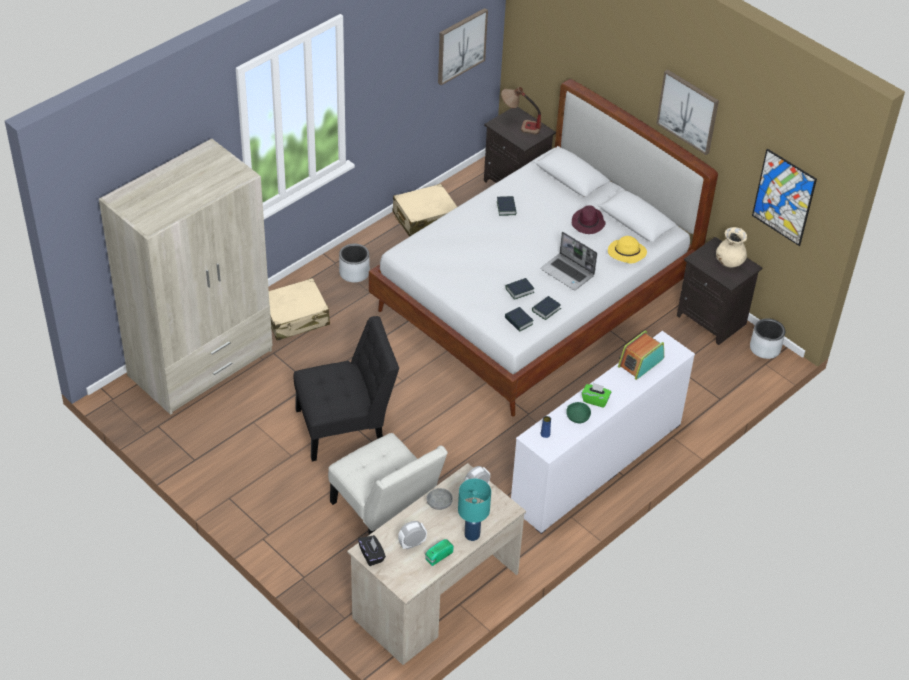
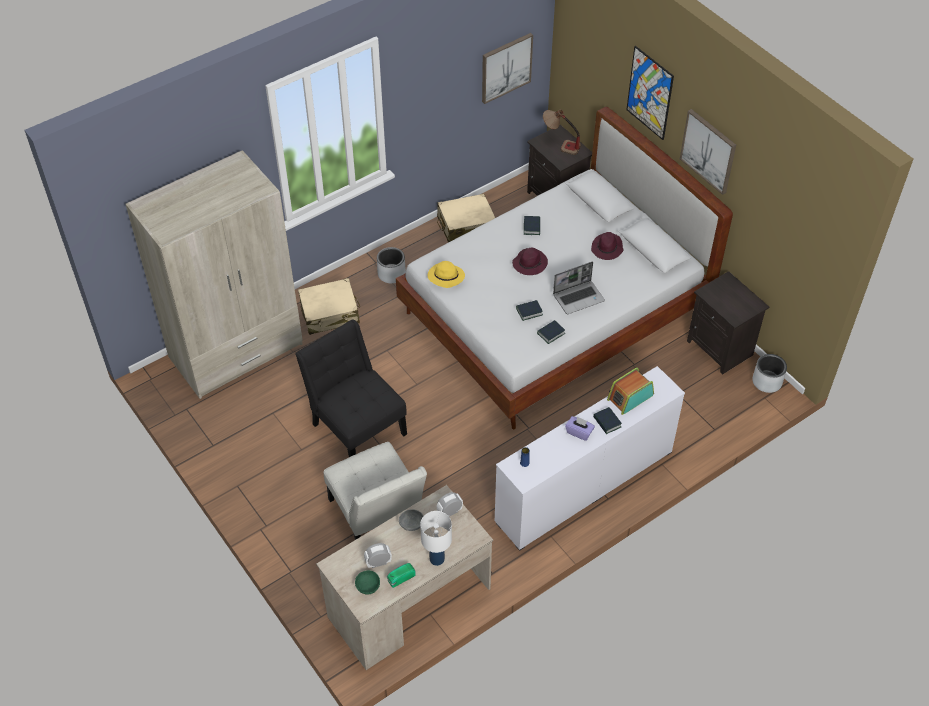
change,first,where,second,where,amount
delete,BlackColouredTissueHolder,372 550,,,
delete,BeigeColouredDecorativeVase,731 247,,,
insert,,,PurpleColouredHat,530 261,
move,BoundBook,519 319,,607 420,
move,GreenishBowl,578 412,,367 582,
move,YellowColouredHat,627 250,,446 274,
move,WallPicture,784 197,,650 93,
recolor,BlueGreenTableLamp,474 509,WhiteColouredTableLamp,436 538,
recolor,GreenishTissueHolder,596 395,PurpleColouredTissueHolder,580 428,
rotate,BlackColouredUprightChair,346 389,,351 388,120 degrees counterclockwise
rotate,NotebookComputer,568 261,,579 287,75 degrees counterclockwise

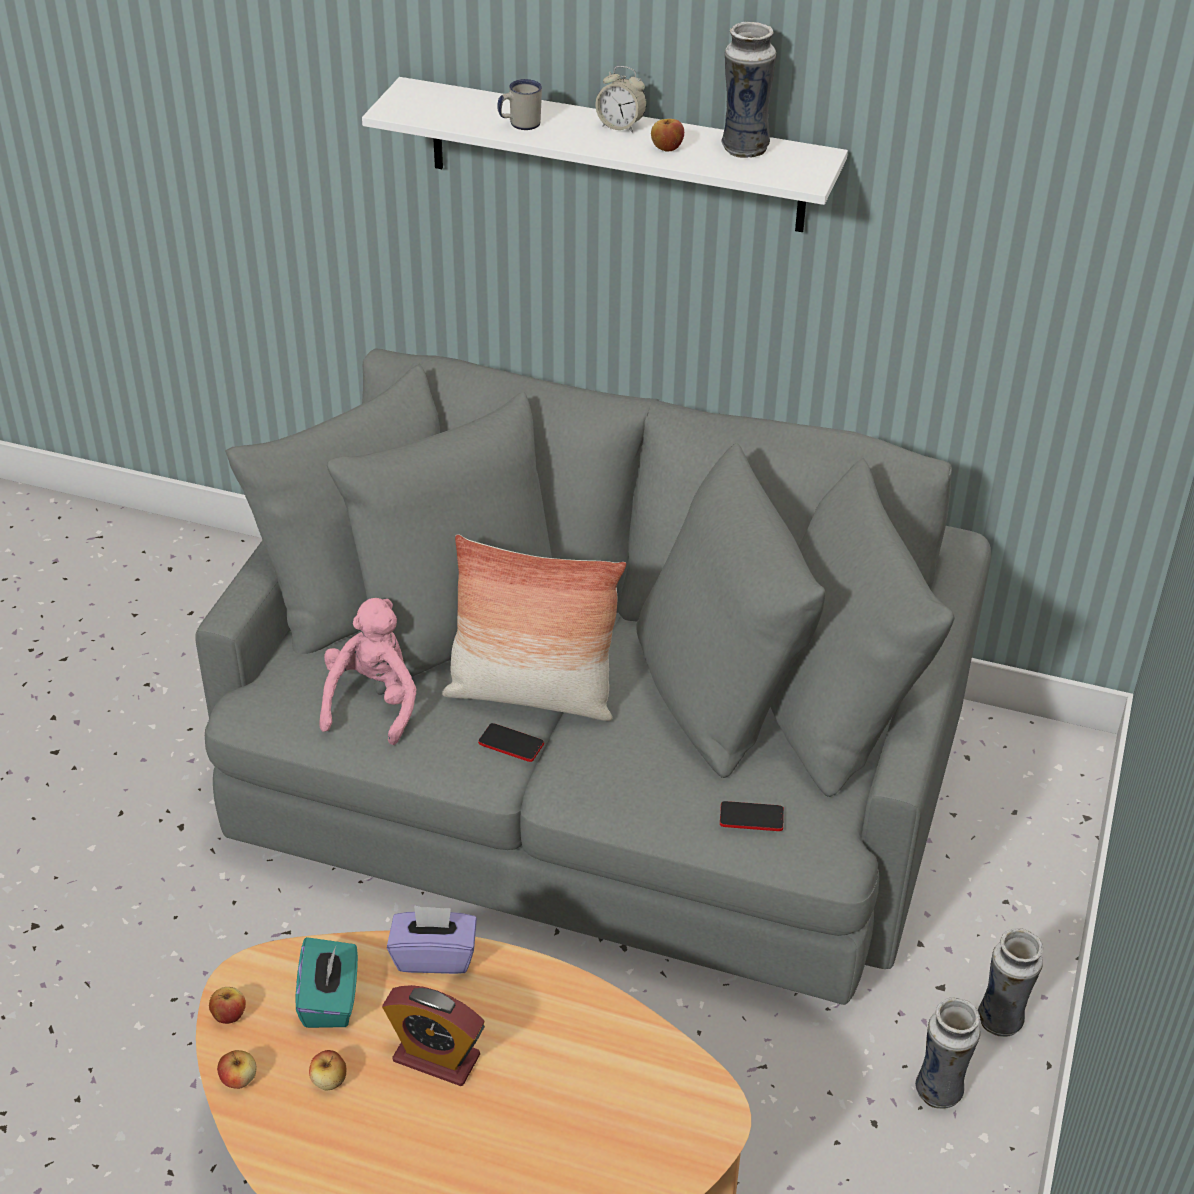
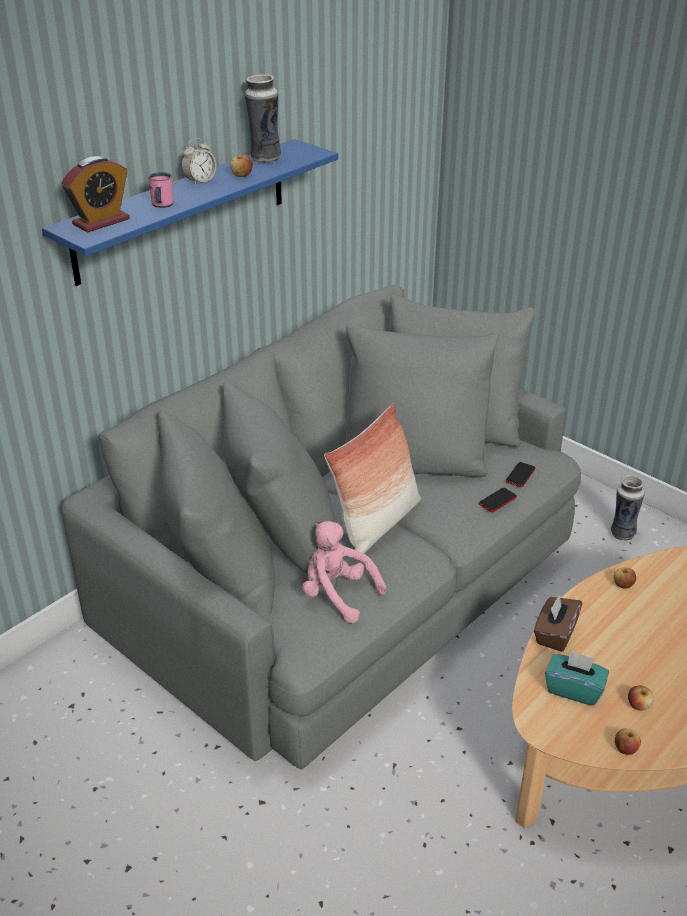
change,first,where,second,where,amount
delete,DecorativeVase,1010 982,,,
move,AppleFruit,227 1005,,624 578,
move,AlarmClock,433 1035,,96 194,
move,Phone,511 742,,498 500,
recolor,WhiteColouredBracketShelf,605 154,BlueBracketShelf,190 212,
recolor,PurpleColouredTissueHolder,432 939,BrownTissueHolder,558 623,
recolor,WhiteColouredCoffeeMug,519 104,PinkColouredCoffeeMug,160 190,

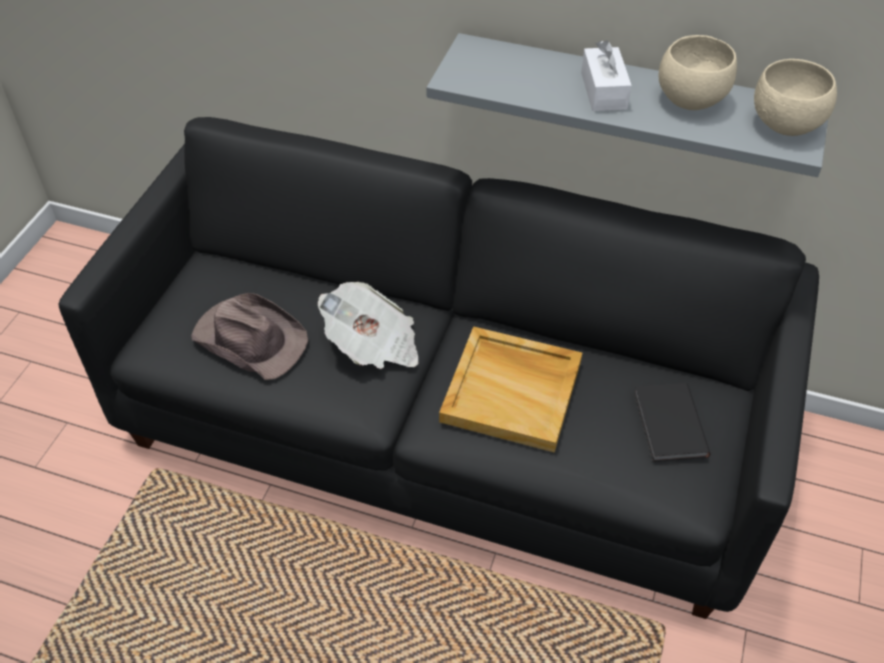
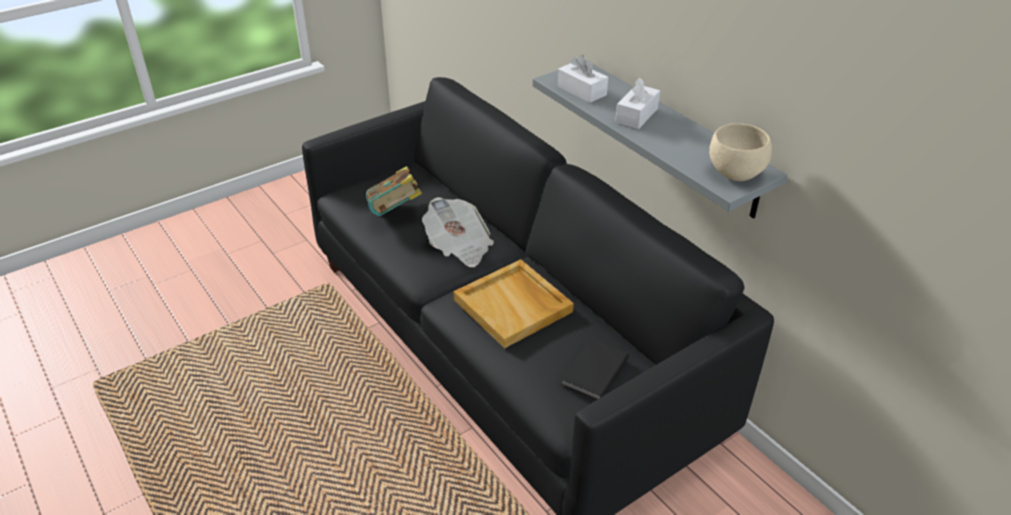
change,first,where,second,where,amount
delete,BeigeColouredBowl,698 72,,,
insert,,,WhiteColouredTissueHolder,583 79,
replace,BrownHat,249 336,BoundBook,394 191,

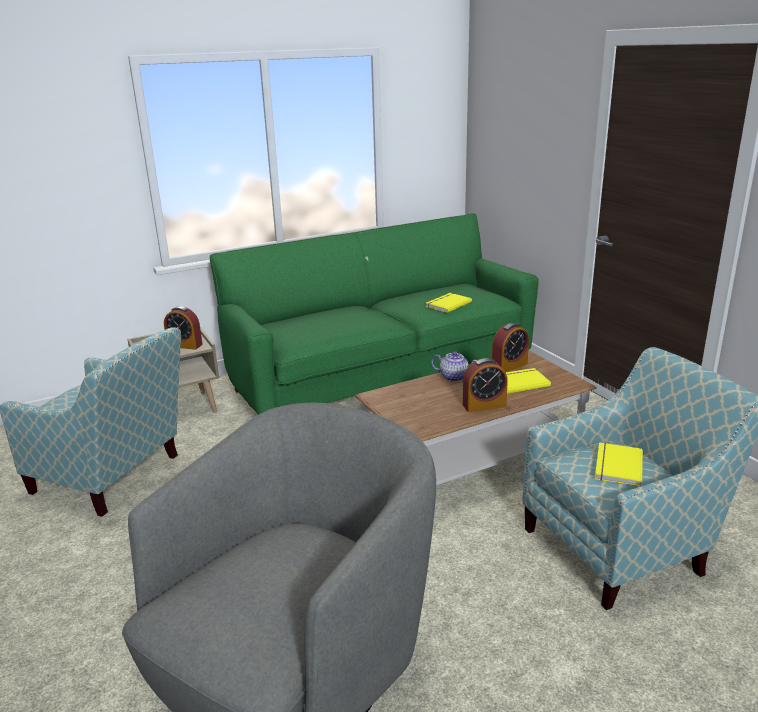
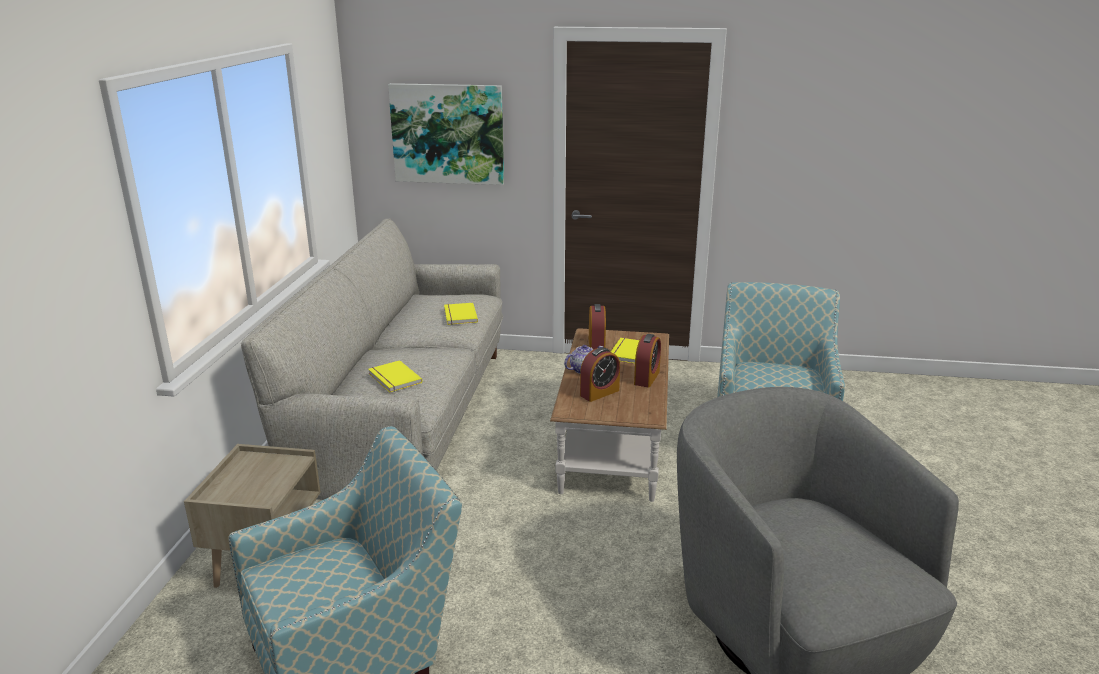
change,first,where,second,where,amount
insert,,,WallPicture,446 134,
move,AlarmClock,183 328,,600 374,
move,YellowColouredBoundBook,619 464,,395 376,
recolor,GreenishSofa,374 314,GraySofa,372 359,

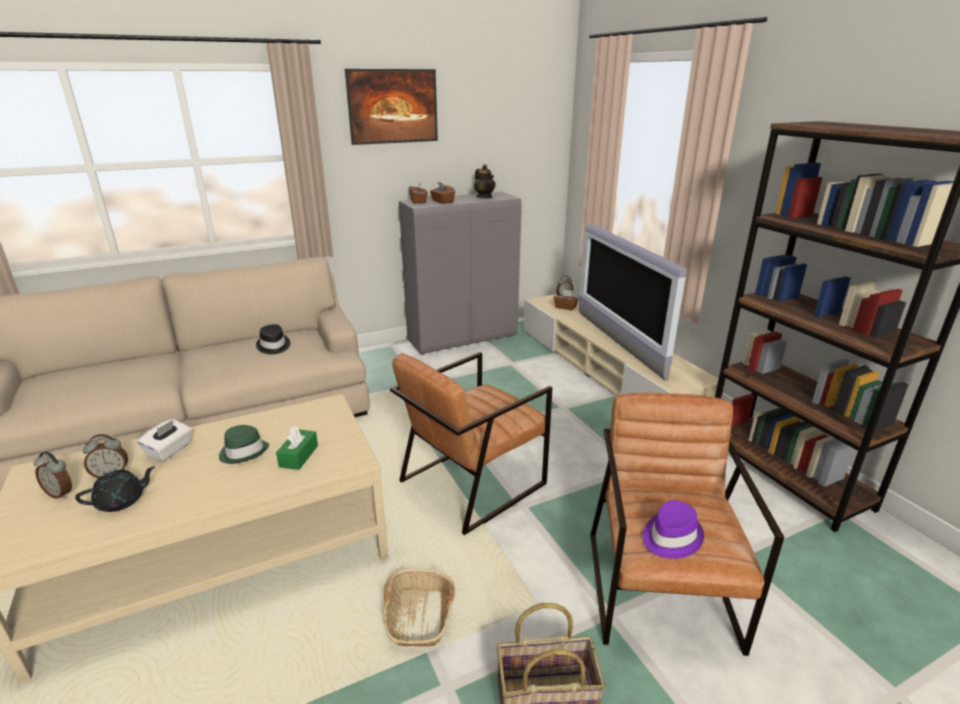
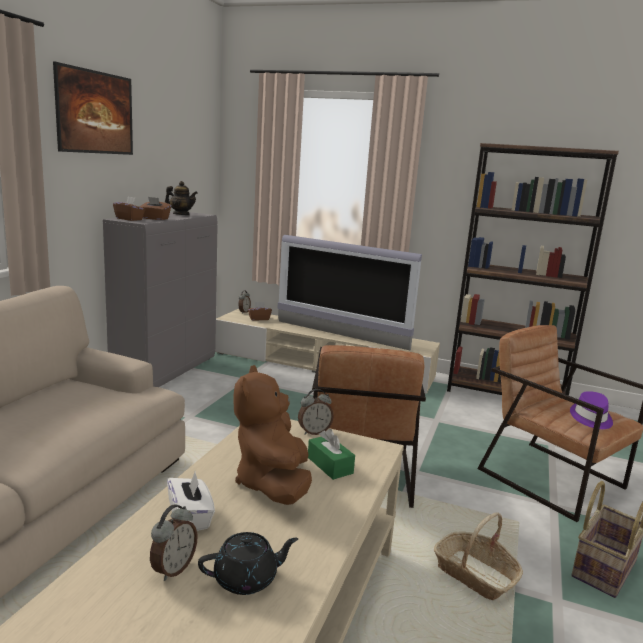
change,first,where,second,where,amount
delete,BlackColouredHat,273 339,,,
move,AlarmClock,53 475,,316 412,
replace,GreenishHat,244 444,BrownPlushToy,272 435,
rotate,BlackColouredPotForTea,115 489,,248 563,60 degrees clockwise

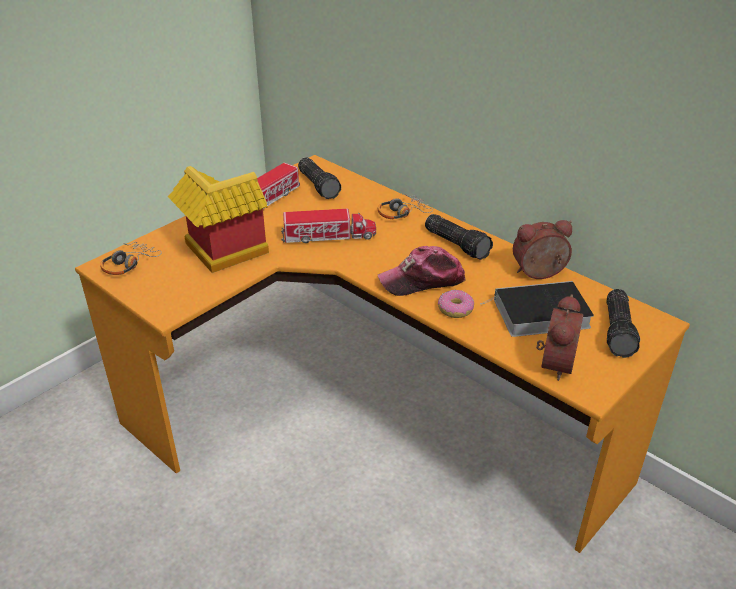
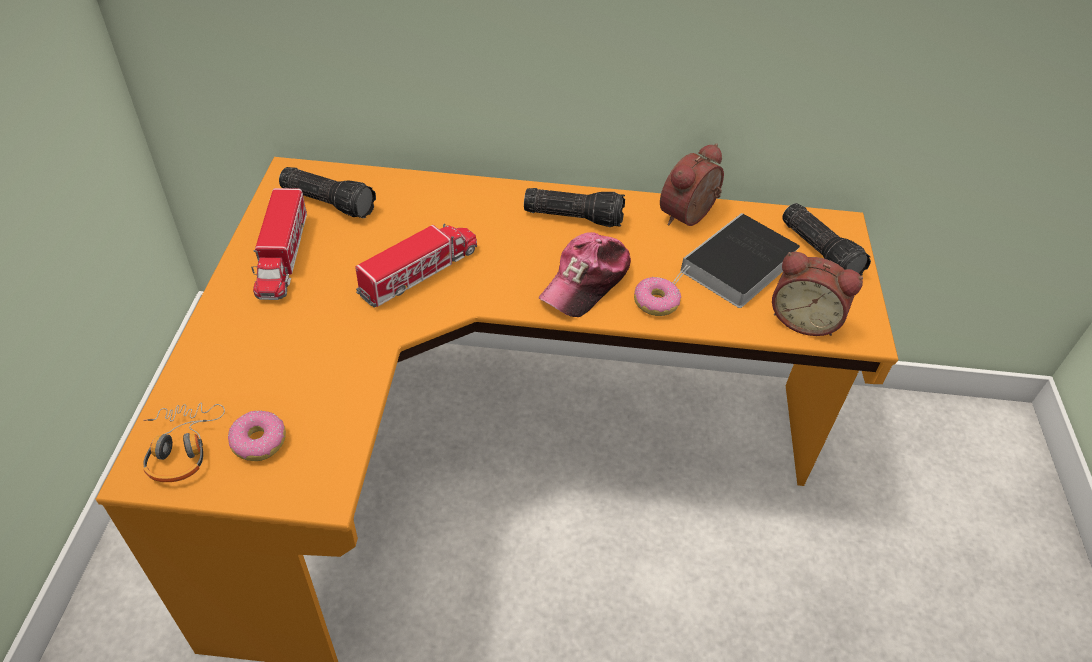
change,first,where,second,where,amount
delete,ModelHouse,218 219,,,
delete,Headphones,405 206,,,
insert,,,RingDoughnut,257 436,
rotate,AlarmClock,559 338,,817 294,135 degrees clockwise

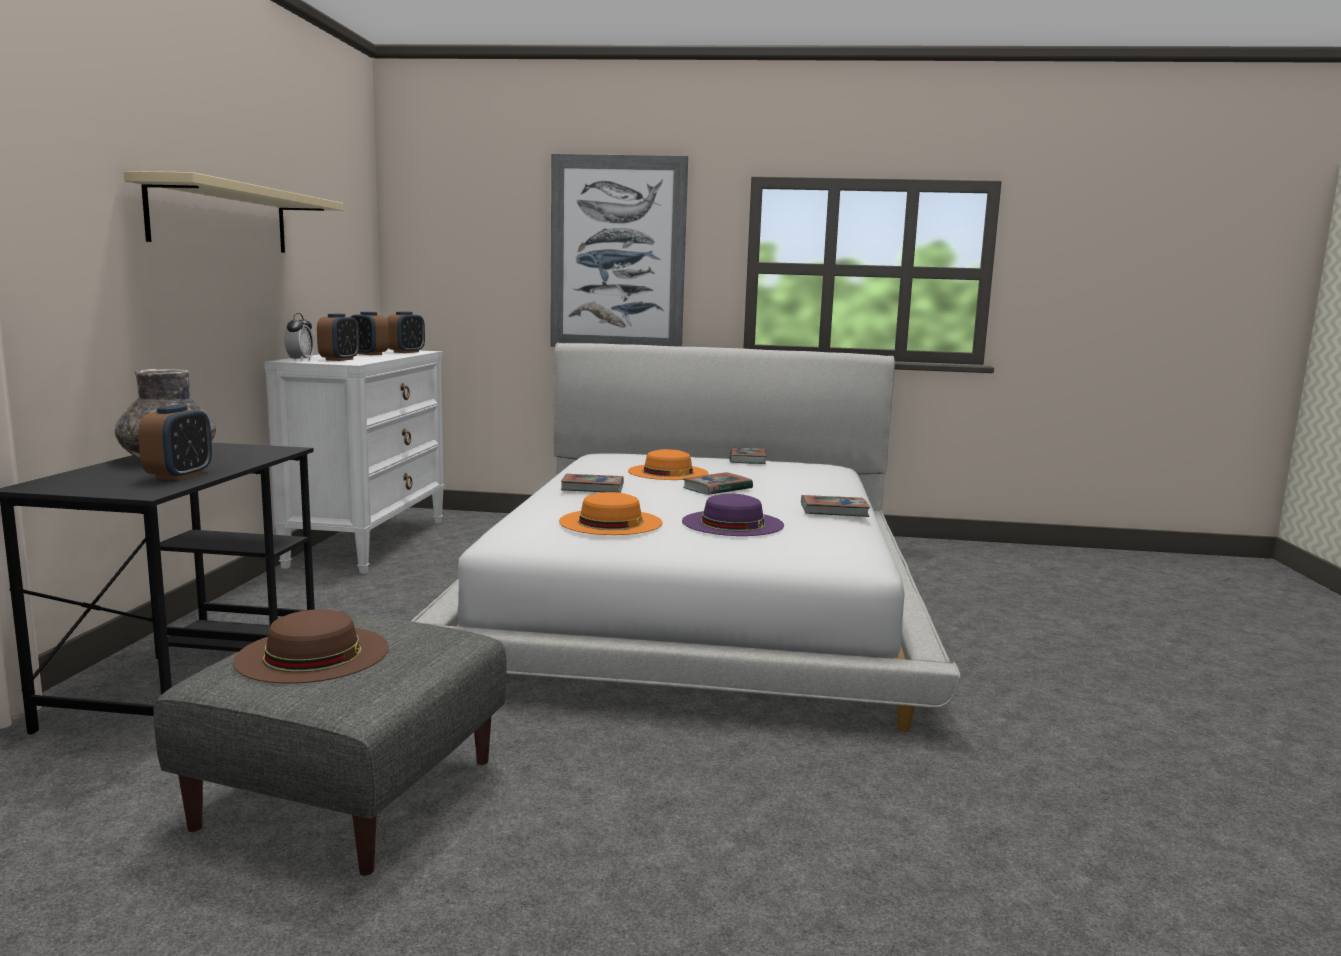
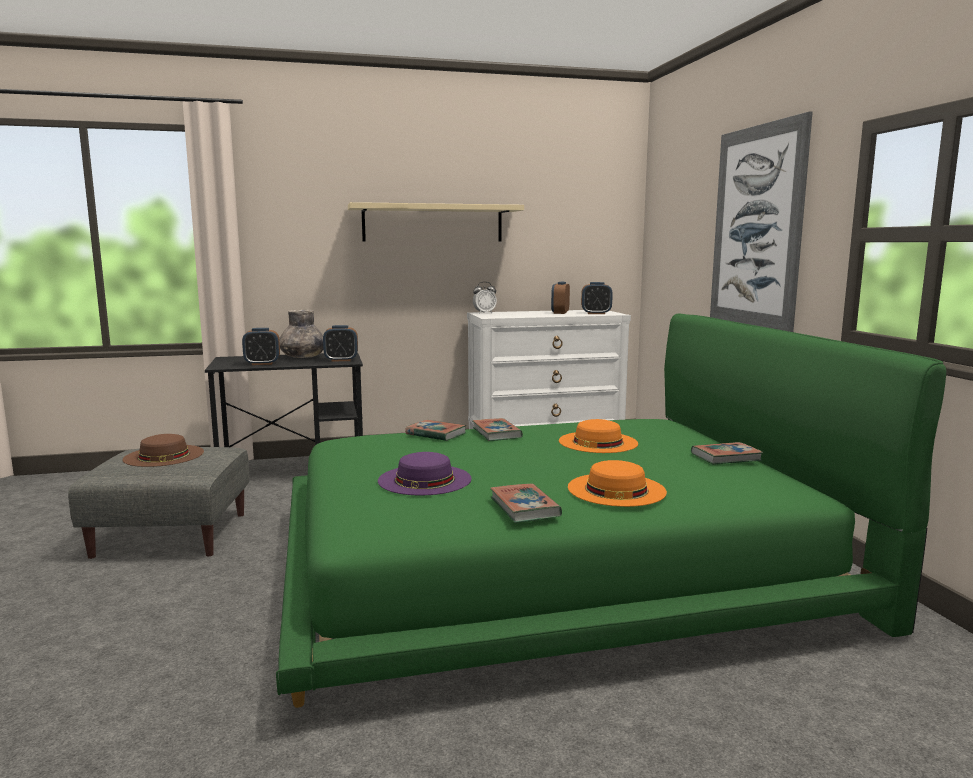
change,first,where,second,where,amount
move,AlarmClock,338 337,,340 343,
move,OrangeyHat,610 513,,617 483,
move,BoundBook,718 483,,435 430,
recolor,WhiteColouredBedroomBed,685 537,GreenishBedroomBed,611 510,

